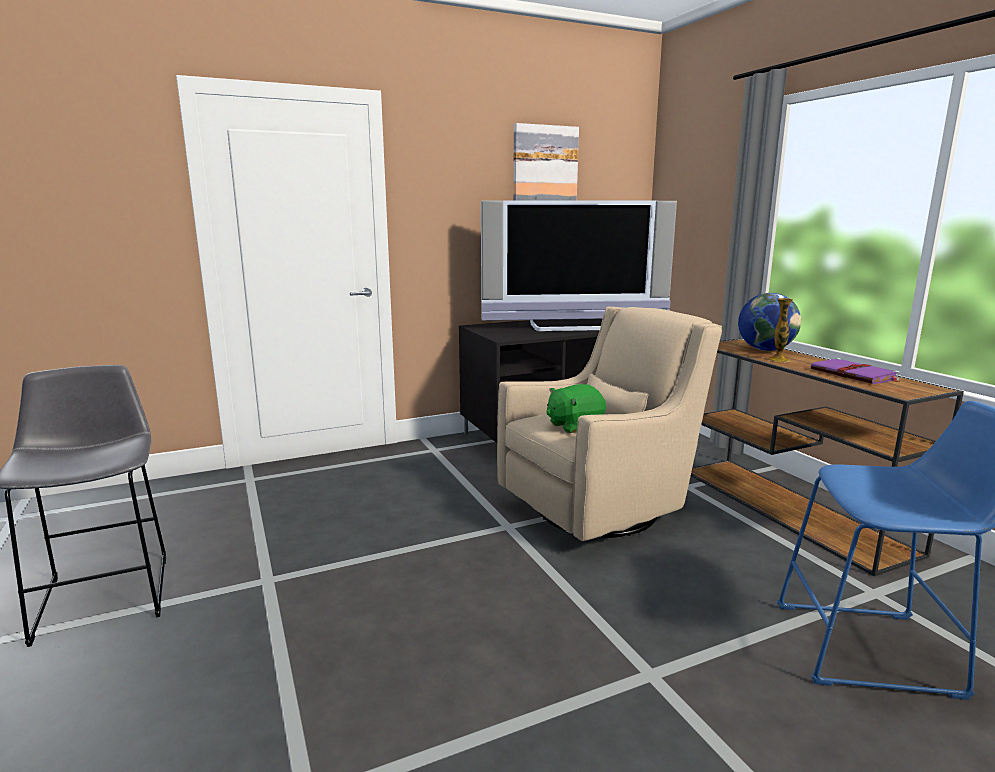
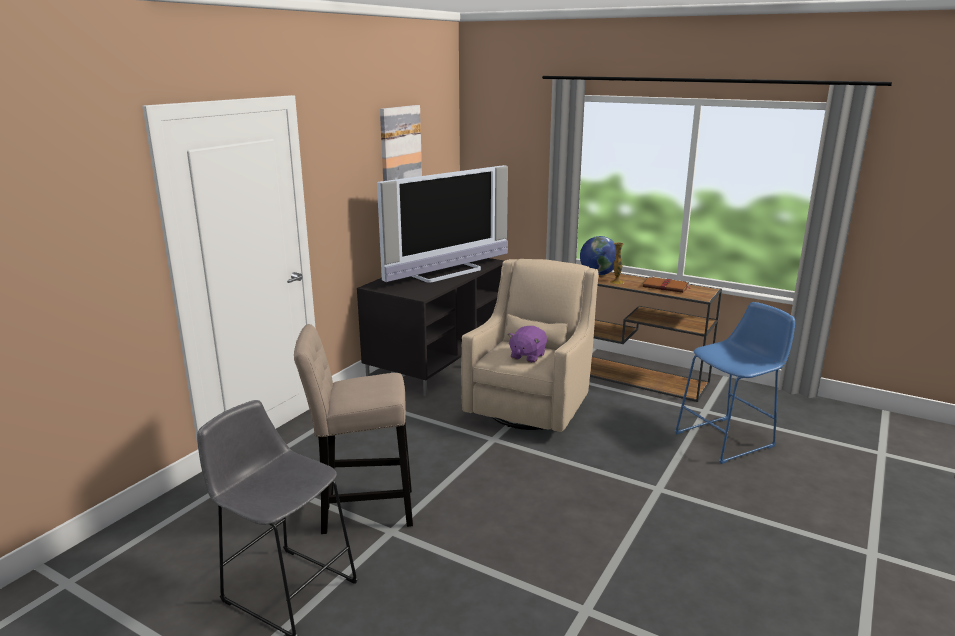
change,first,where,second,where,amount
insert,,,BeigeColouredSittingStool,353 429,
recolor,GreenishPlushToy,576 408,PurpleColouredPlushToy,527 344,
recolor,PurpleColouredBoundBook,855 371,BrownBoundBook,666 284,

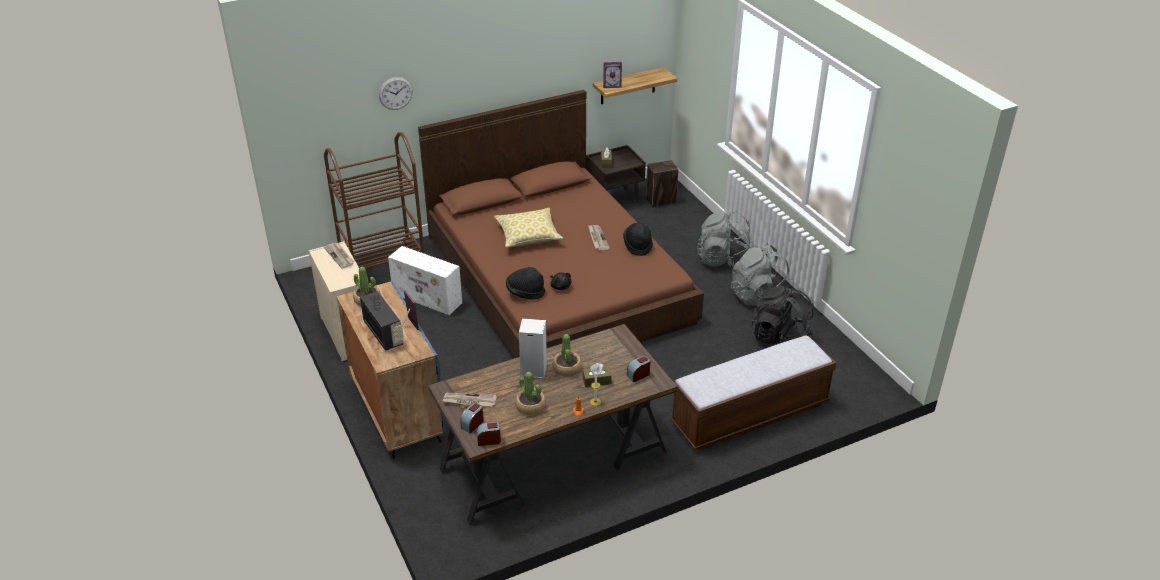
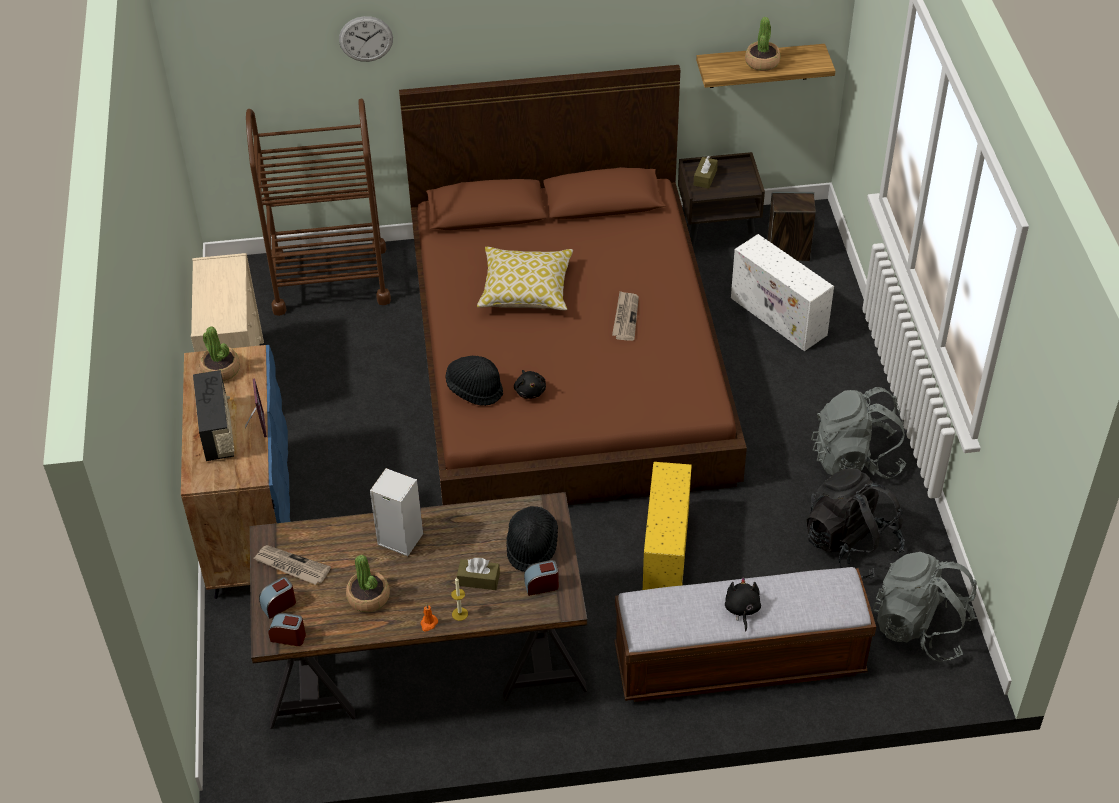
change,first,where,second,where,amount
delete,PrintedPaper,339 255,,,
delete,PhotoFrame,612 75,,,
insert,,,YellowColouredStorageContainer,667 526,
insert,,,BlackColouredPlushToy,743 604,
move,WhiteColouredStorageContainer,425 280,,782 292,
move,PlantInAPot,567 355,,762 44,
move,BlackColouredHat,638 239,,532 539,
move,GrayBackpack,723 239,,925 607,

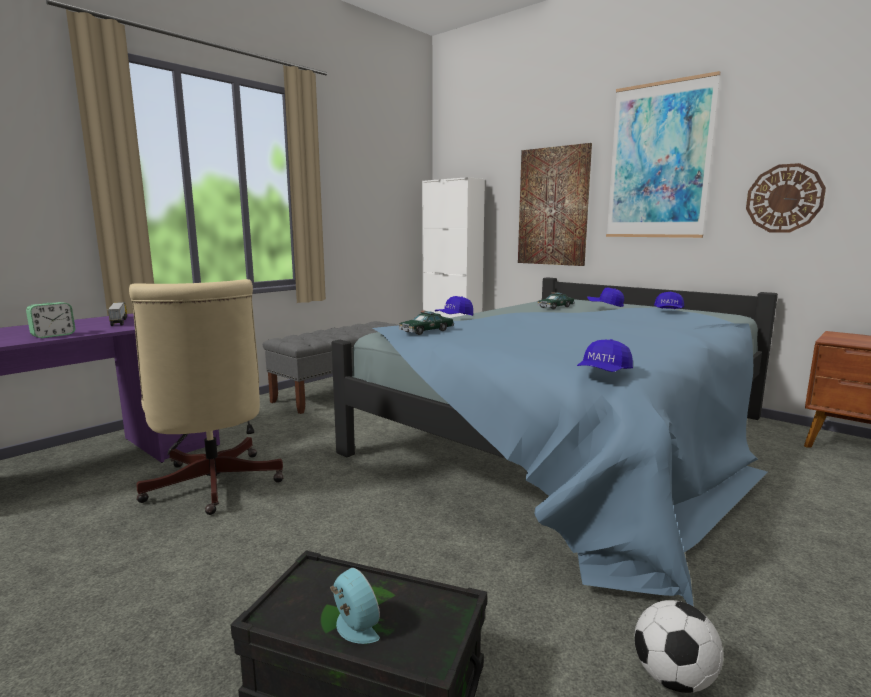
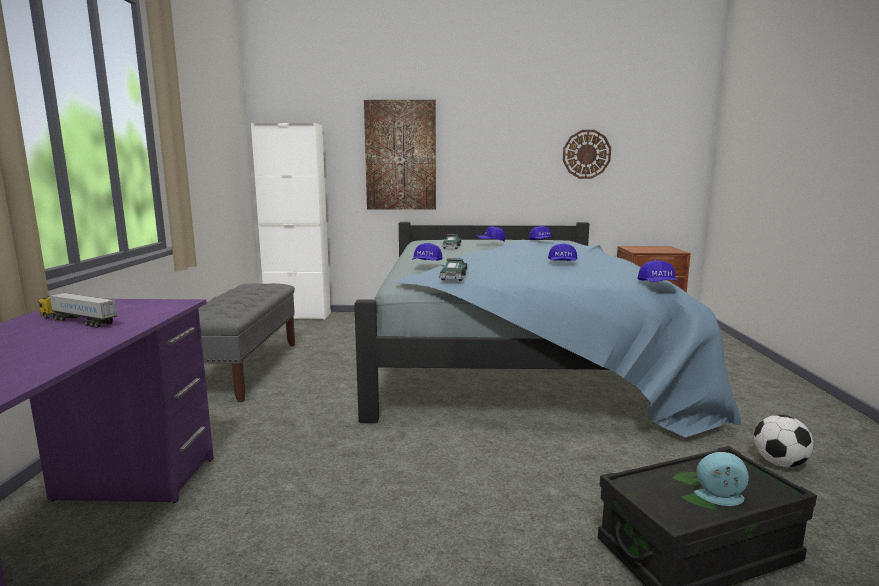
change,first,where,second,where,amount
delete,AlarmClock,50 320,,,
delete,BeigeColouredOfficeChair,206 397,,,
delete,WallPicture,663 154,,,
insert,,,BlueBaseballCap,562 252,

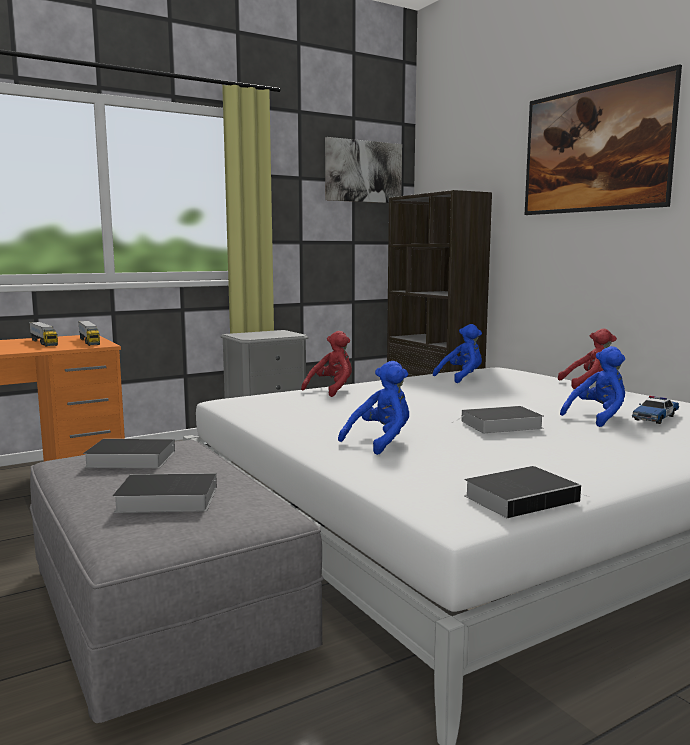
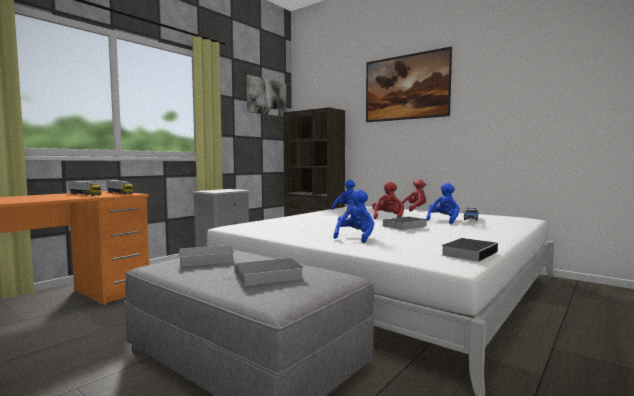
change,first,where,second,where,amount
move,RedColouredPlushToy,326 364,,388 200,

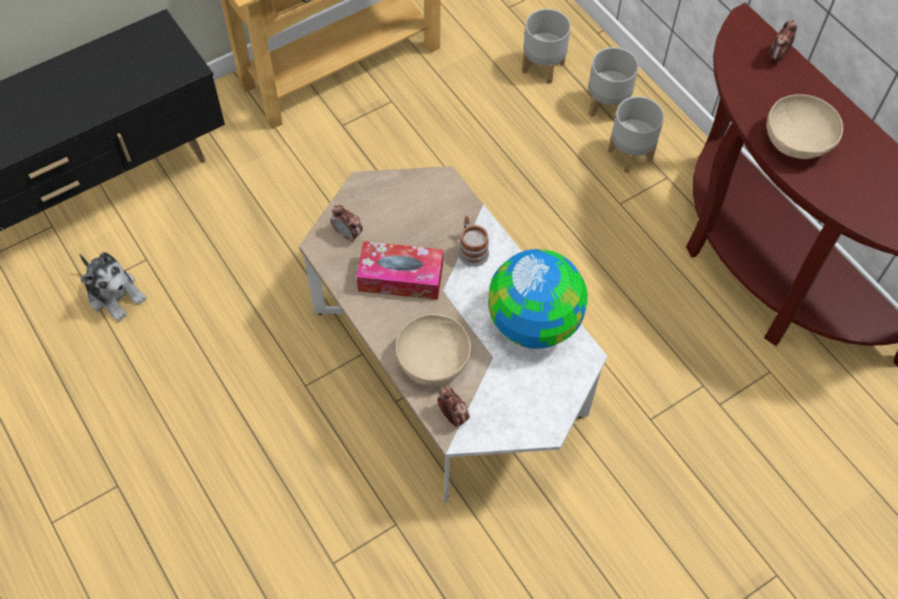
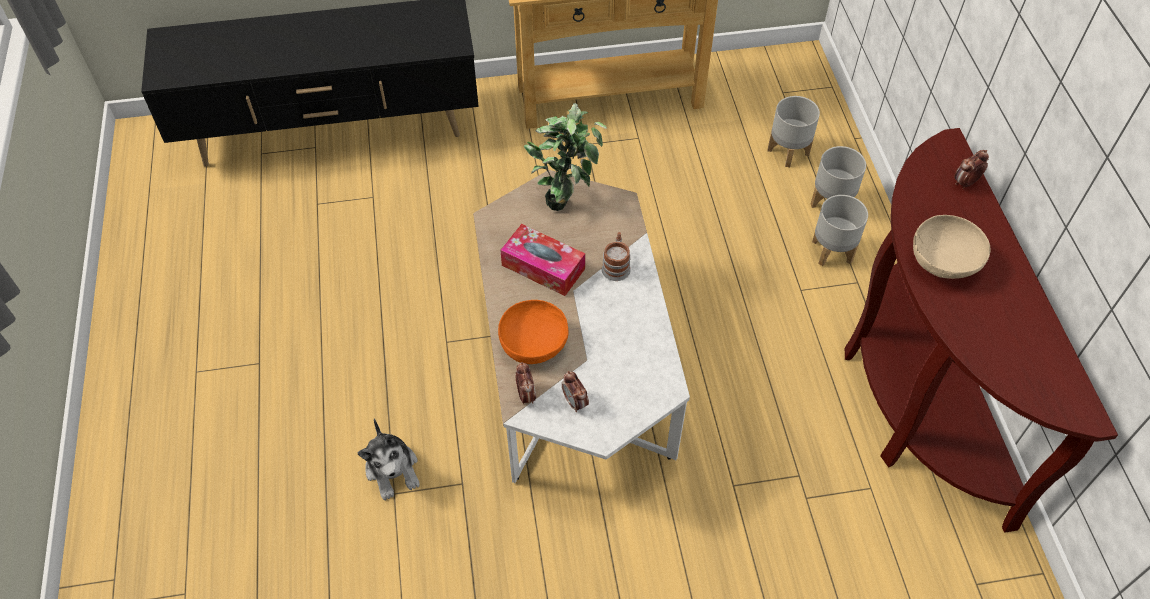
change,first,where,second,where,amount
delete,Globe,538 299,,,
insert,,,PlantInAPot,565 157,
move,PlushToy,113 287,,389 459,
move,AlarmClock,346 223,,575 391,
recolor,BeigeColouredBowl,433 350,OrangeyBowl,533 332,

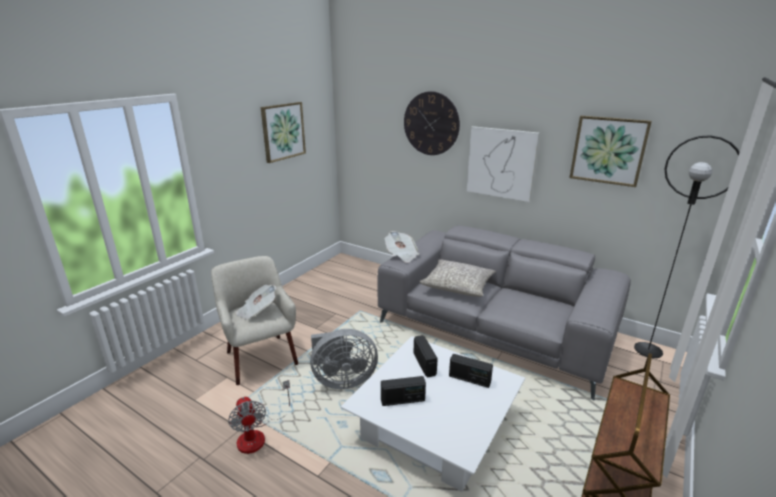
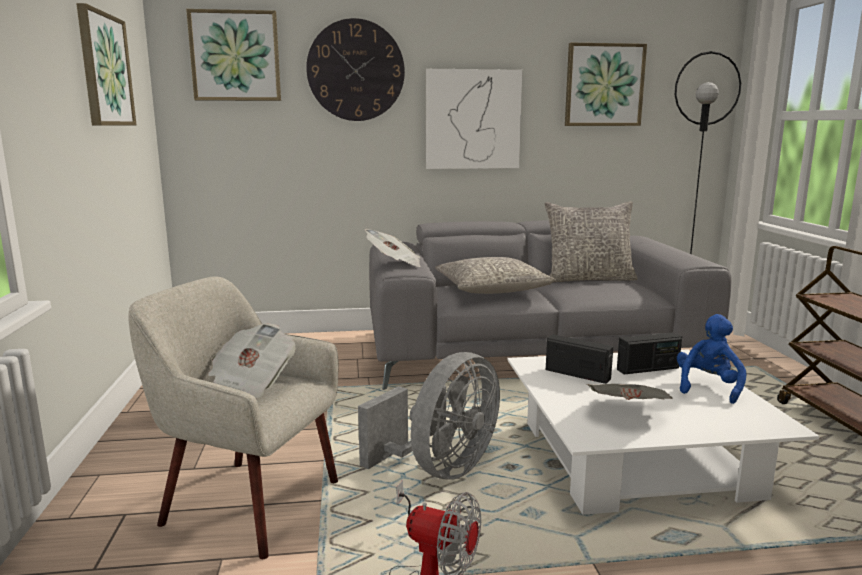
change,first,where,second,where,amount
insert,,,WallPicture,233 55,
insert,,,GrayPillow,591 242,
insert,,,BluePlushToy,712 359,
replace,RadioReceiver,403 391,PrintedPaper,630 392,

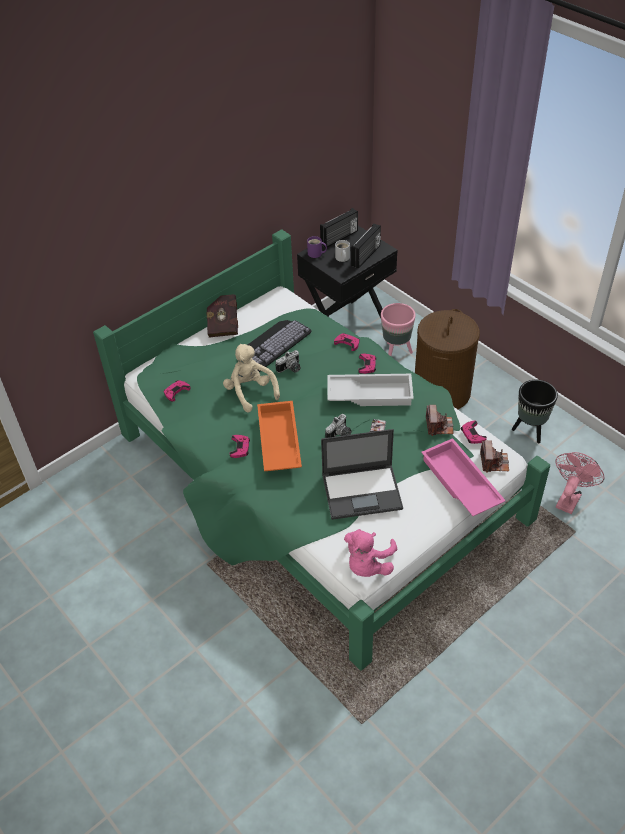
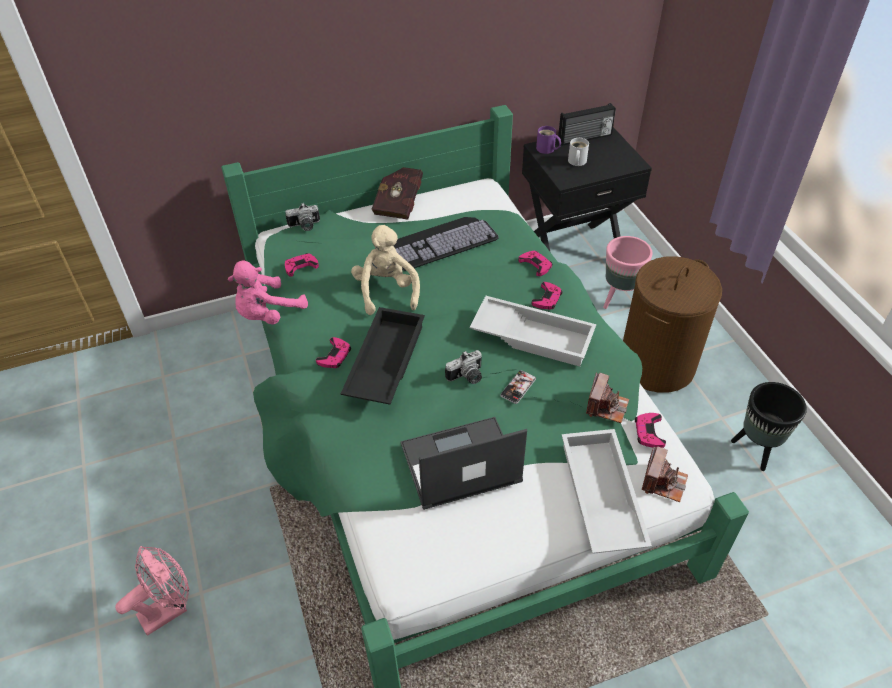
change,first,where,second,where,amount
delete,RadioReceiver,366 246,,,
move,PhotoCamera,288 361,,302 217,
move,PinkColouredPlushToy,370 553,,268 292,
move,PinkColouredCoolingFan,580 483,,152 590,
recolor,OrangeyServingTray,279 436,BlackColouredServingTray,383 356,
recolor,PinkColouredServingTray,463 477,WhiteColouredServingTray,607 491,
rotate,NotebookComputer,362 474,,463 463,150 degrees clockwise

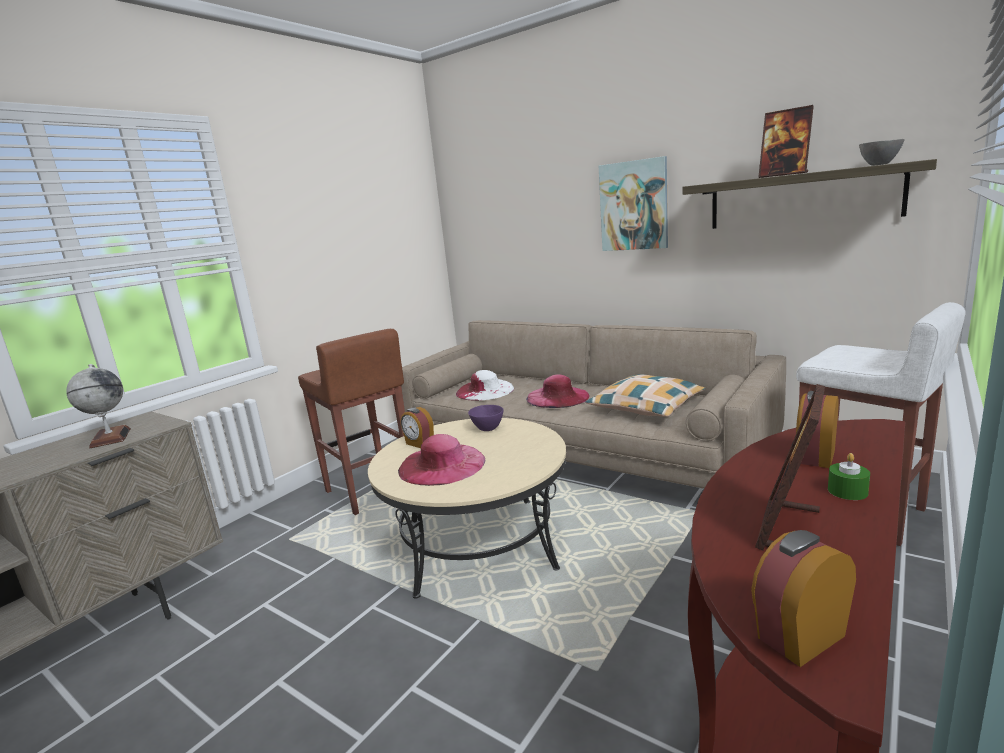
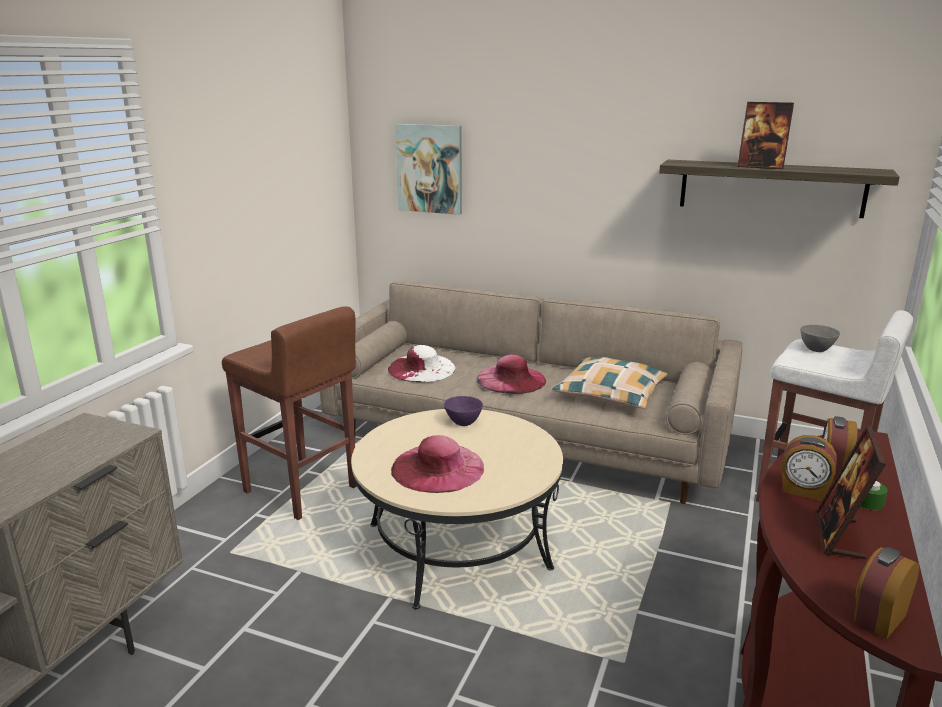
change,first,where,second,where,amount
delete,Globe,98 406,,,
move,AlarmClock,417 427,,809 468,
move,WallPicture,633 203,,428 169,
move,GrayBowl,882 152,,820 338,

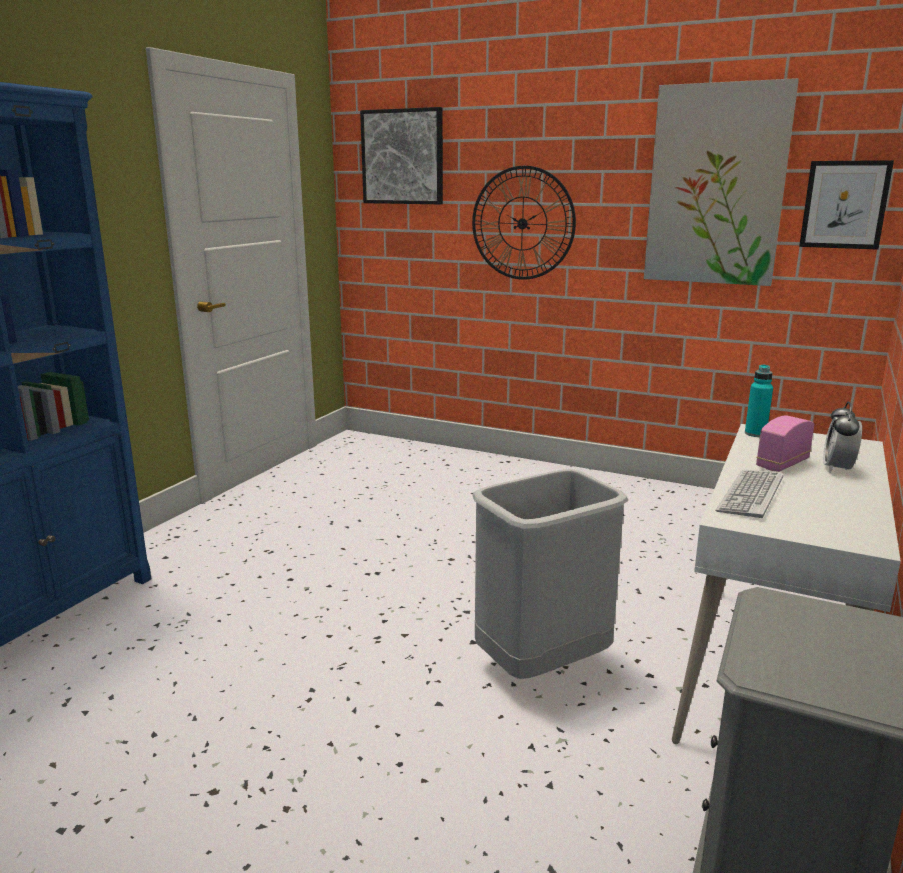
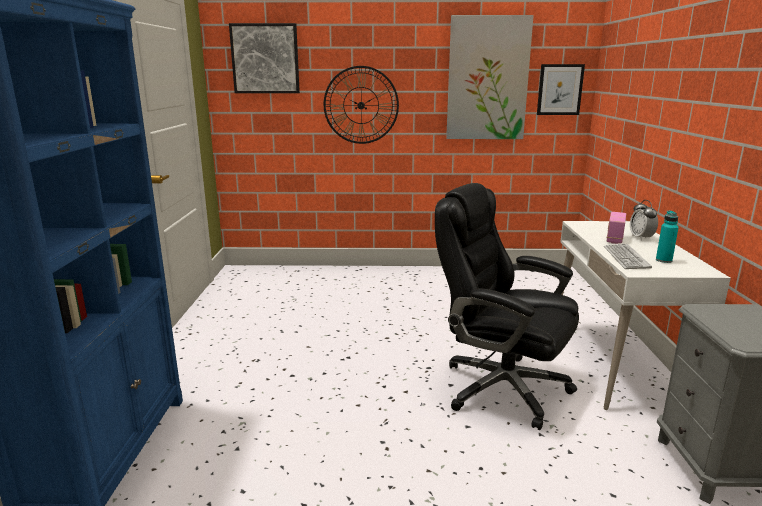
change,first,where,second,where,amount
move,BlueGreenBeverageBottle,759 401,,667 237,
replace,GrayRubbishBin,550 574,BlackColouredOfficeChair,507 306,

